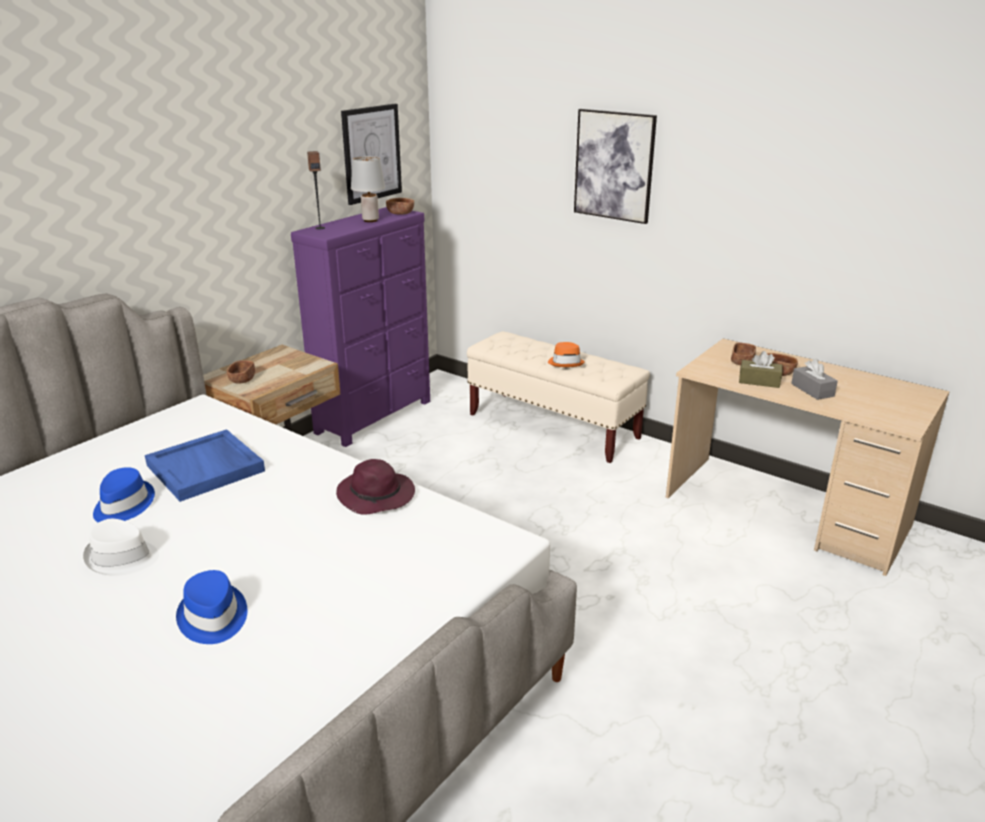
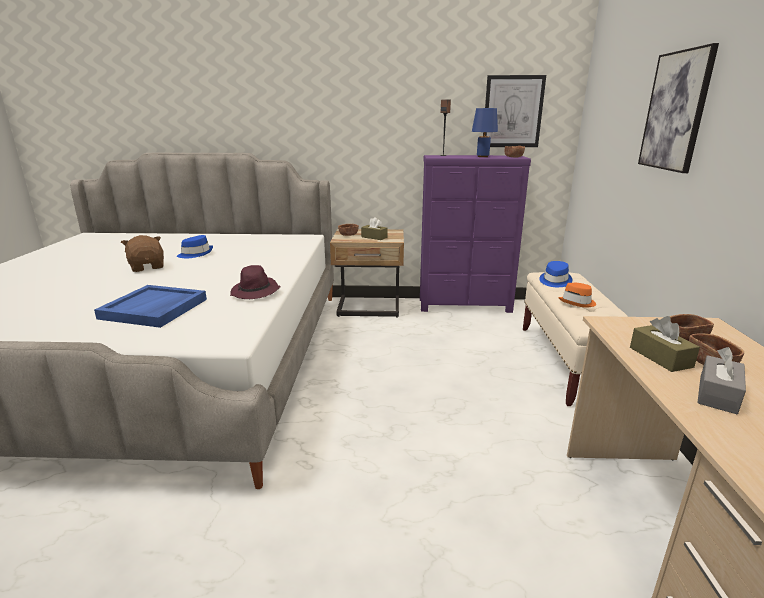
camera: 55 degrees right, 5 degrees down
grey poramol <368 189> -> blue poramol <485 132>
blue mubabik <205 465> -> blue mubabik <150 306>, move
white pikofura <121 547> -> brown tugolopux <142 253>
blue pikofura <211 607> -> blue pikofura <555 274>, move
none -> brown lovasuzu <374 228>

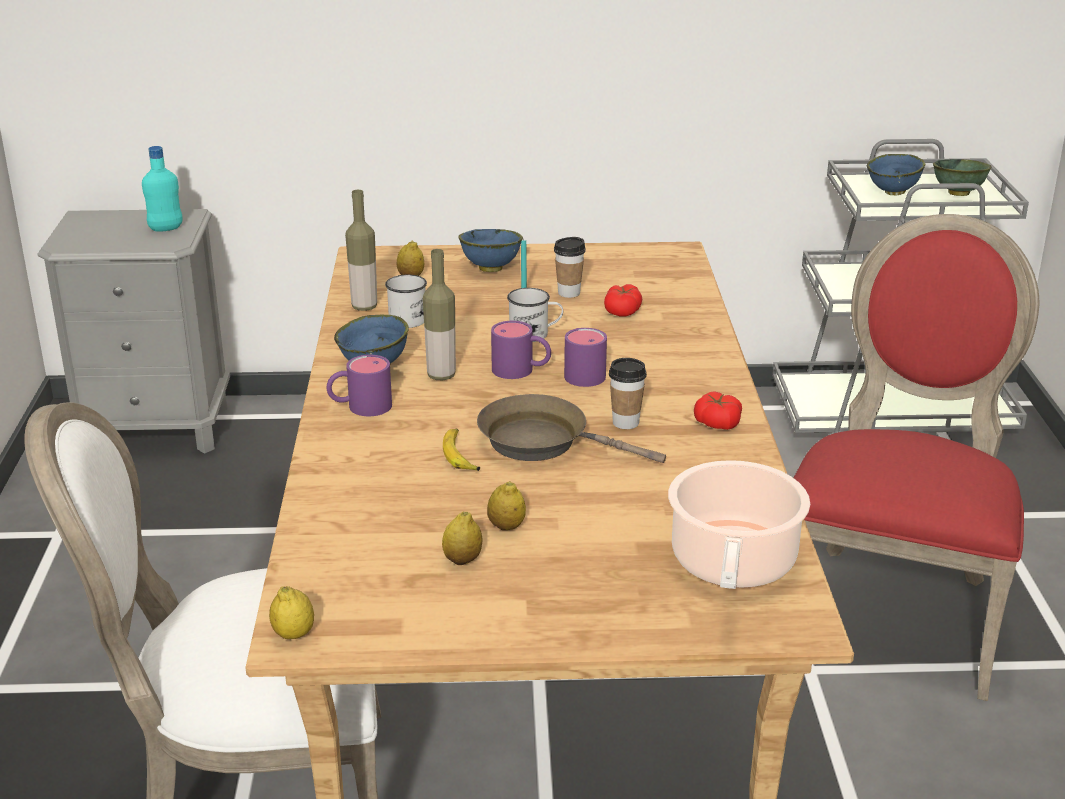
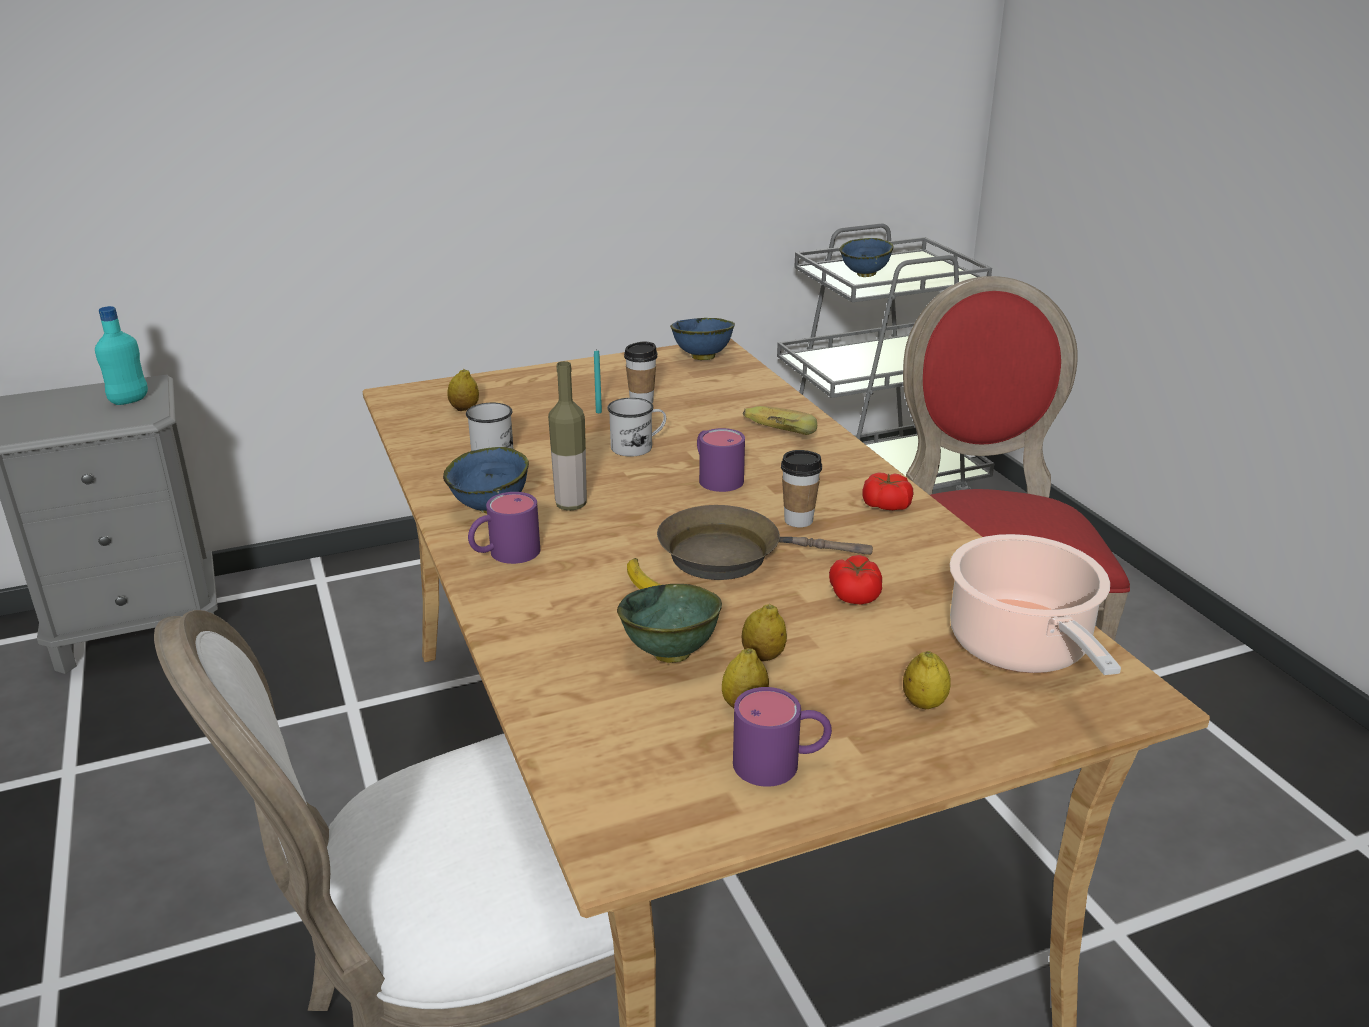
camera: 20 degrees left, 0 degrees up
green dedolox <962 177> -> green dedolox <669 623>, move
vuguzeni <361 250> -> none
blue dedolox <490 250> -> blue dedolox <702 339>, move
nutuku <623 300> -> nutuku <855 580>, move
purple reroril <521 350> -> purple reroril <782 737>, move
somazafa <291 612> -> somazafa <927 680>, move
none -> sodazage <780 420>

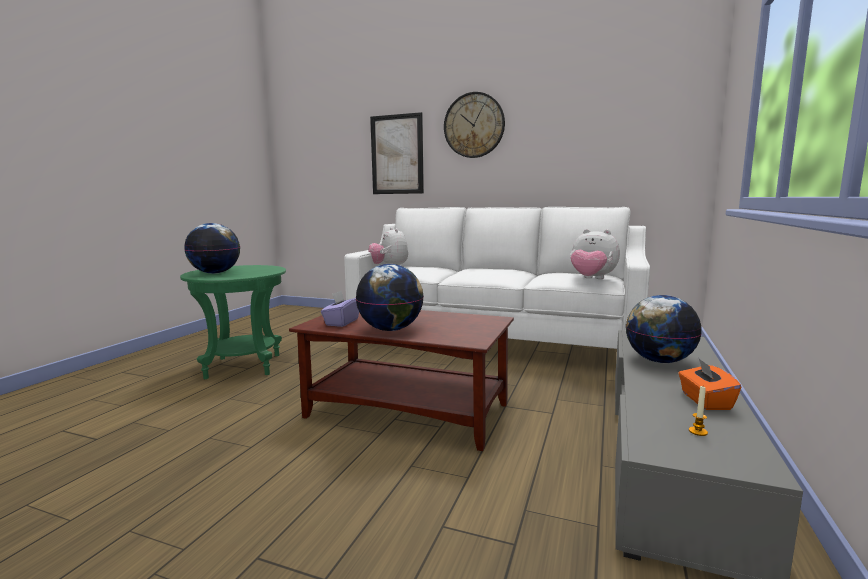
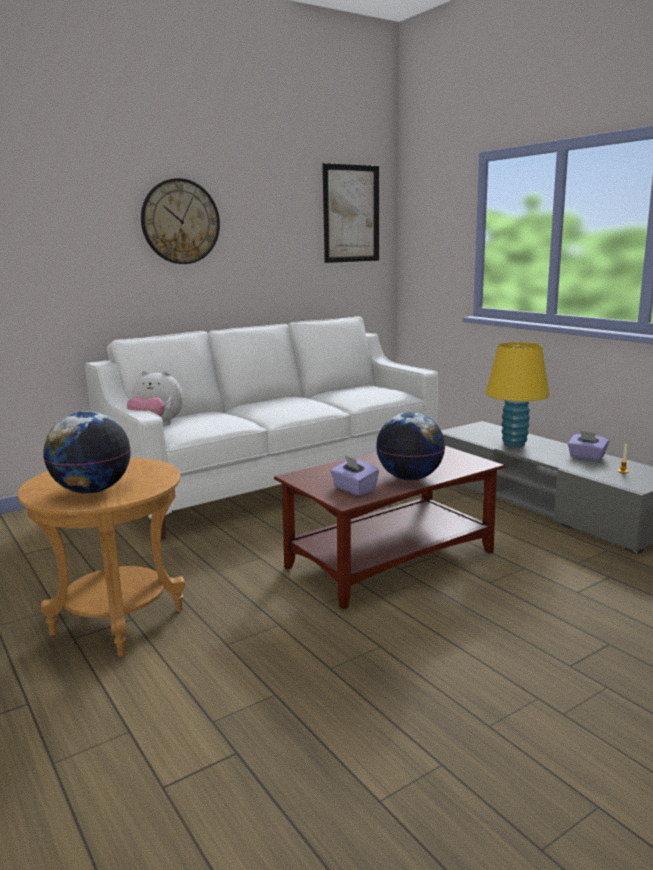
camera: 55 degrees left, 5 degrees up
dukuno <397 153> -> dukuno <350 213>, move
tugolopux <595 254> -> none
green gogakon <233 322> -> brown gogakon <101 557>
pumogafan <664 329> -> yellow poramol <517 394>
orange lovasuzu <710 384> -> purple lovasuzu <588 446>

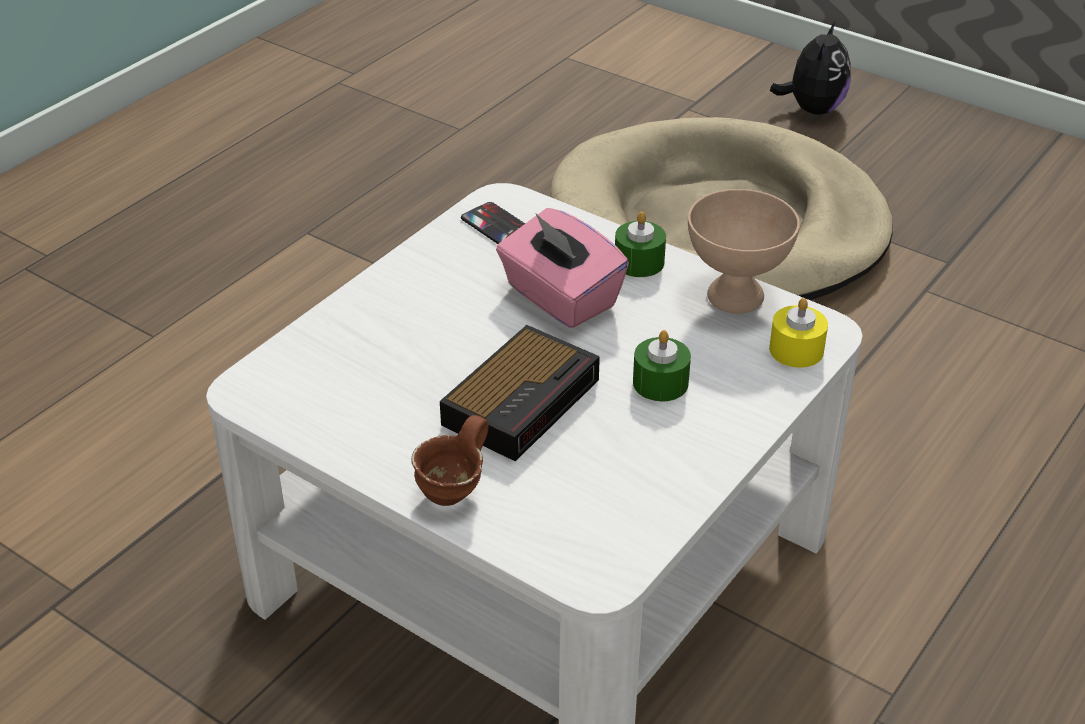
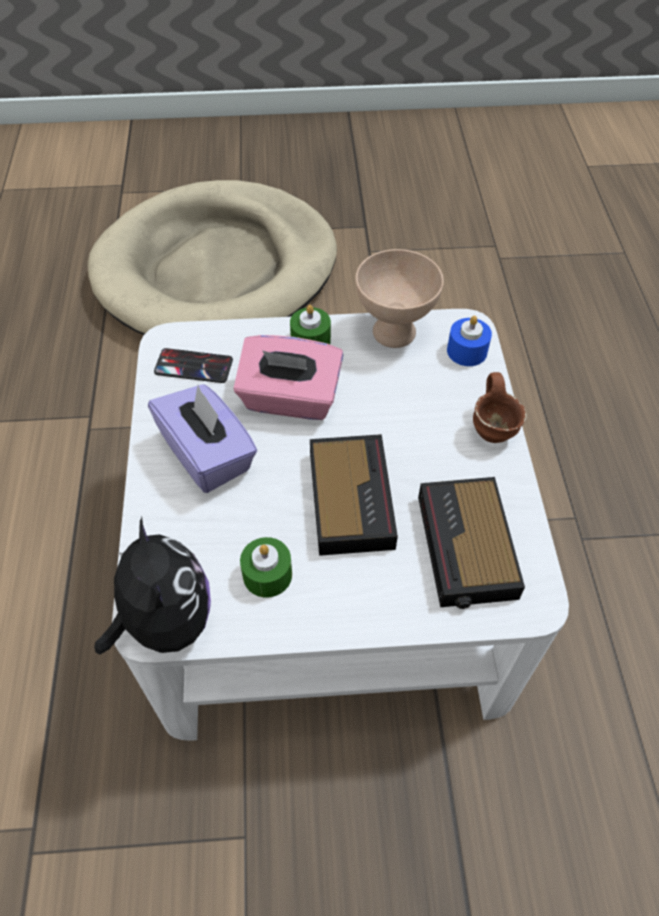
camera: 40 degrees left, 15 degrees up
tugolopux <810 68> -> tugolopux <152 585>, move
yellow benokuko <798 333> -> blue benokuko <469 341>
green benokuko <662 365> -> green benokuko <266 567>, move
brown reroril <450 460> -> brown reroril <500 407>, move
none -> purple lovasuzu <202 438>
none -> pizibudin <471 543>

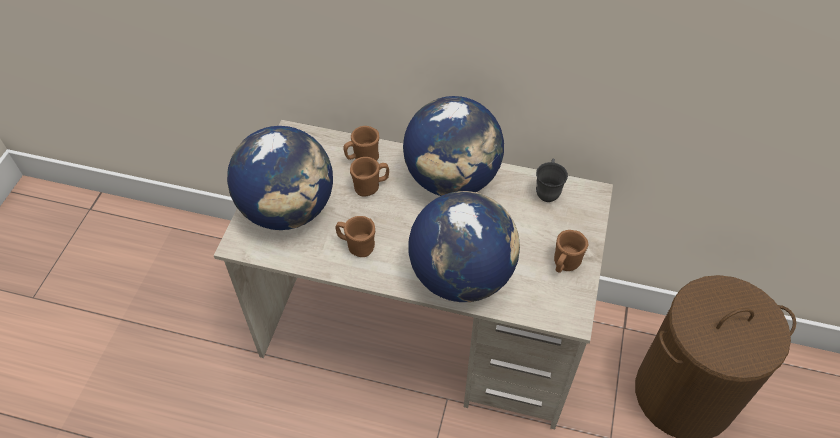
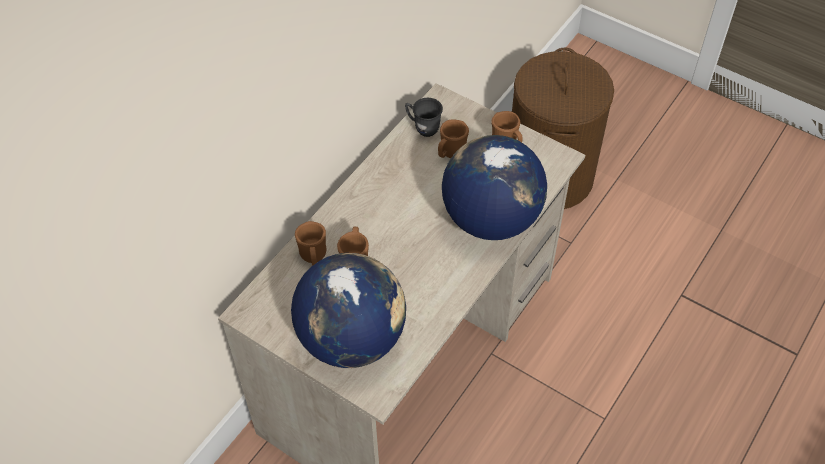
camera: 70 degrees left, 0 degrees up
pumogafan <453 146> -> none
brown reroril <355 236> -> brown reroril <453 138>, move

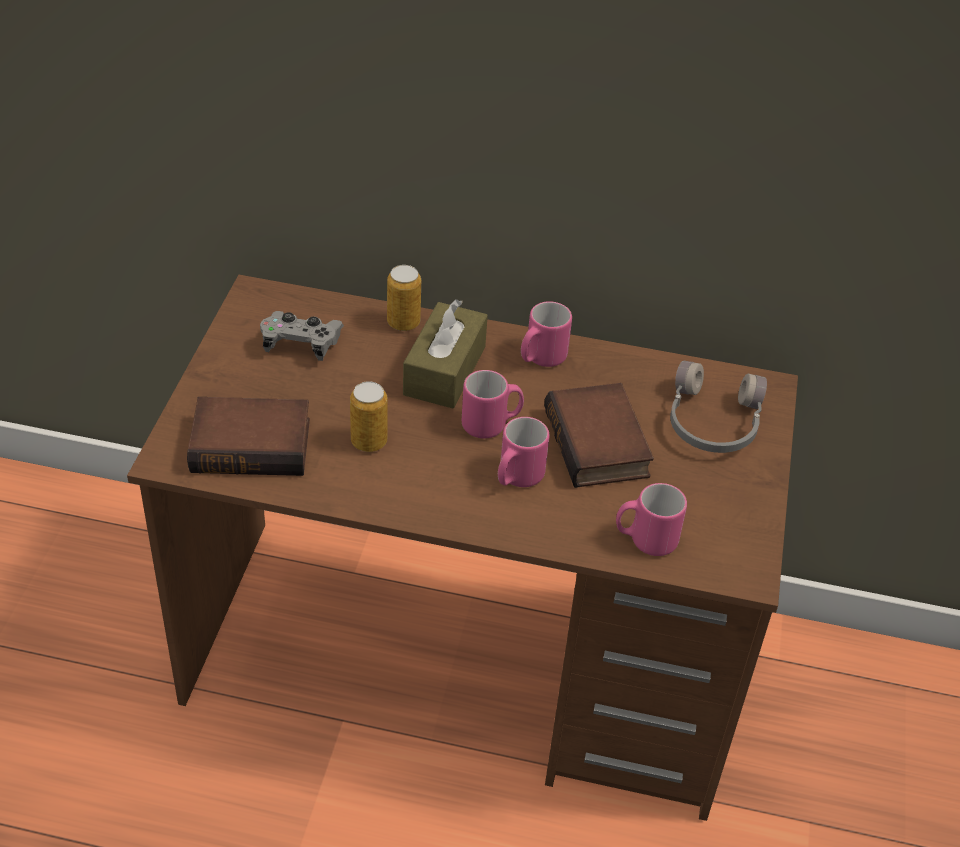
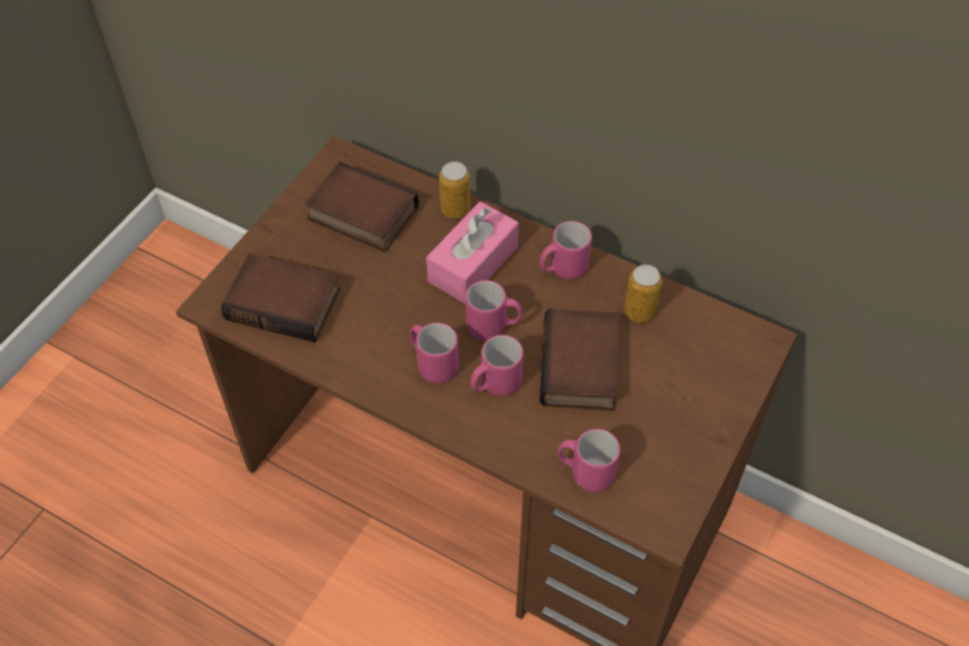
camera: 20 degrees right, 10 degrees up
brown lovasuzu <445 354> -> pink lovasuzu <472 252>
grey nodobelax <302 336> -> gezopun <362 206>
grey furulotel <718 407> -> none
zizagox <369 416> -> zizagox <643 293>, move
none -> pink reroril <434 353>

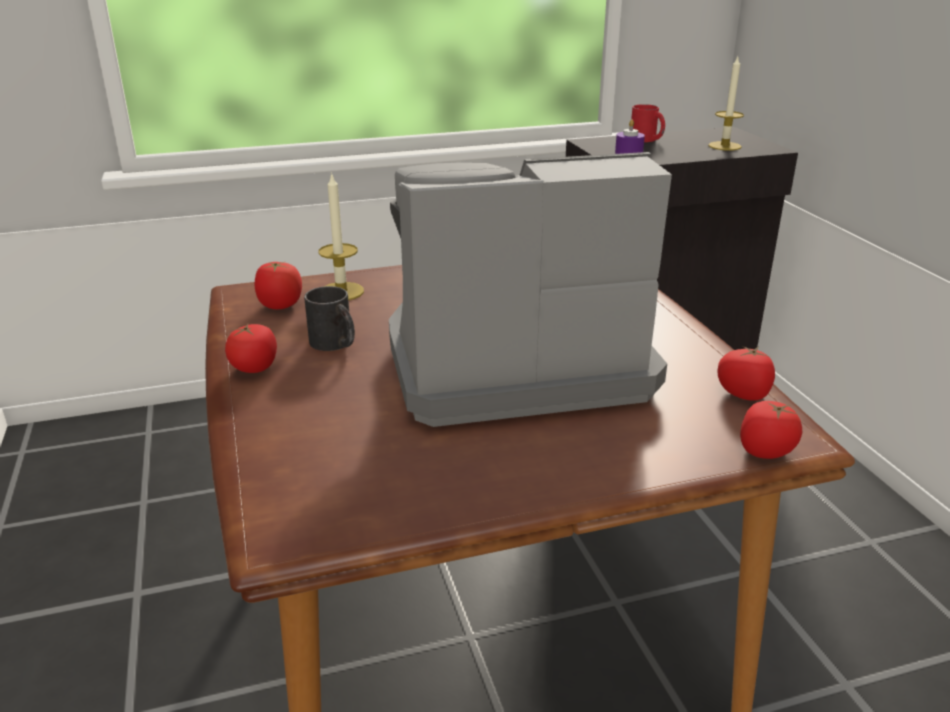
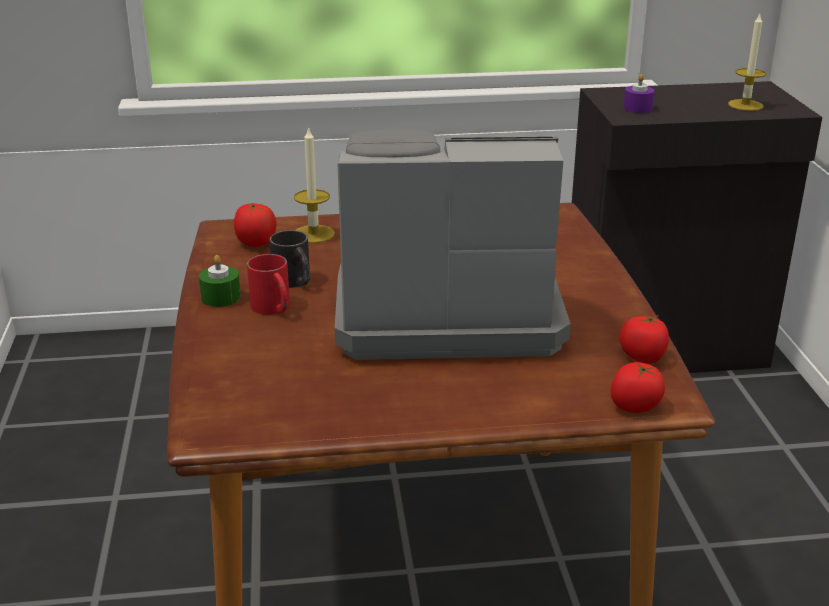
camera: 10 degrees right, 0 degrees up
red reroril <648 123> -> red reroril <268 284>, move
nutuku <251 348> -> green benokuko <220 281>

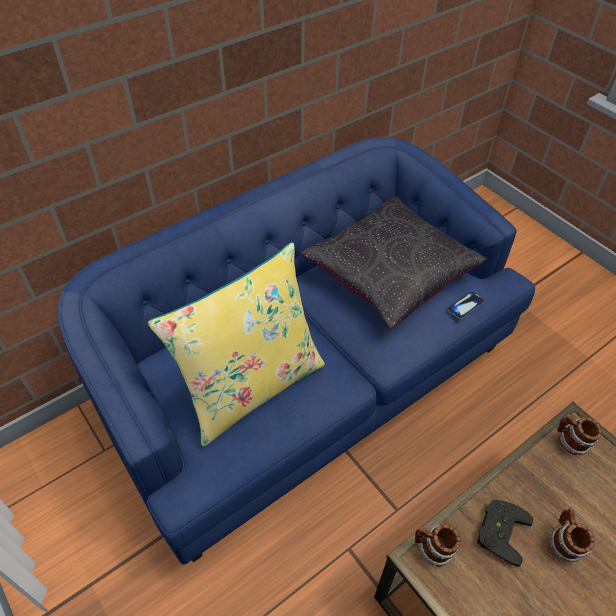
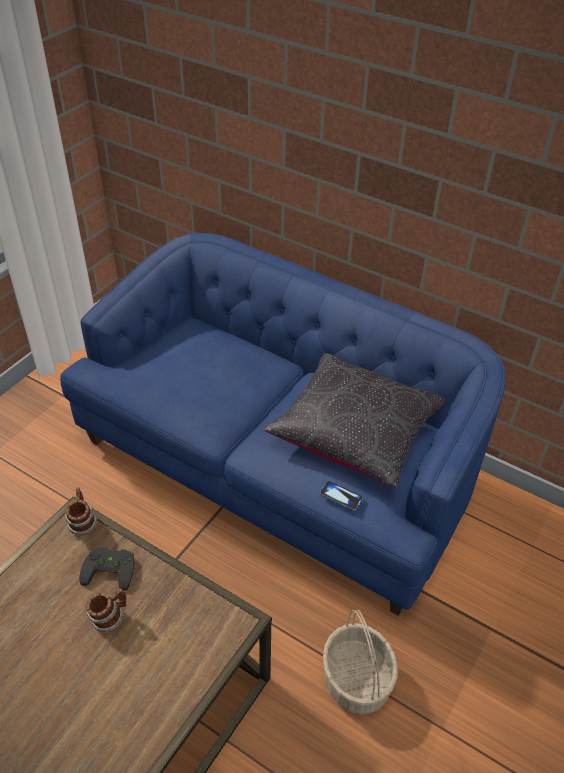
camera: 70 degrees right, 5 degrees down
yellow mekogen <236 344> -> none
reroril <579 434> -> none
none -> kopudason <360 662>

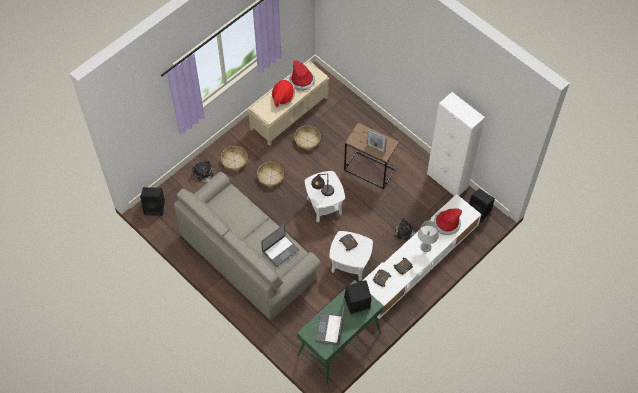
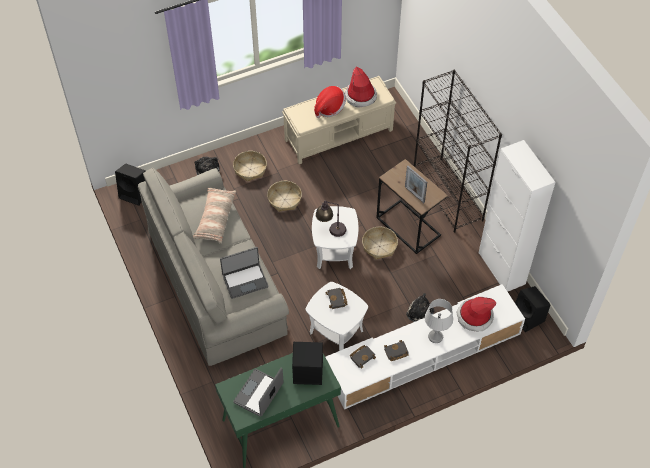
camera: 20 degrees right, 5 degrees down
kopudason <307 138> -> kopudason <380 243>, move
none -> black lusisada <457 151>
none -> mekogen <214 216>

